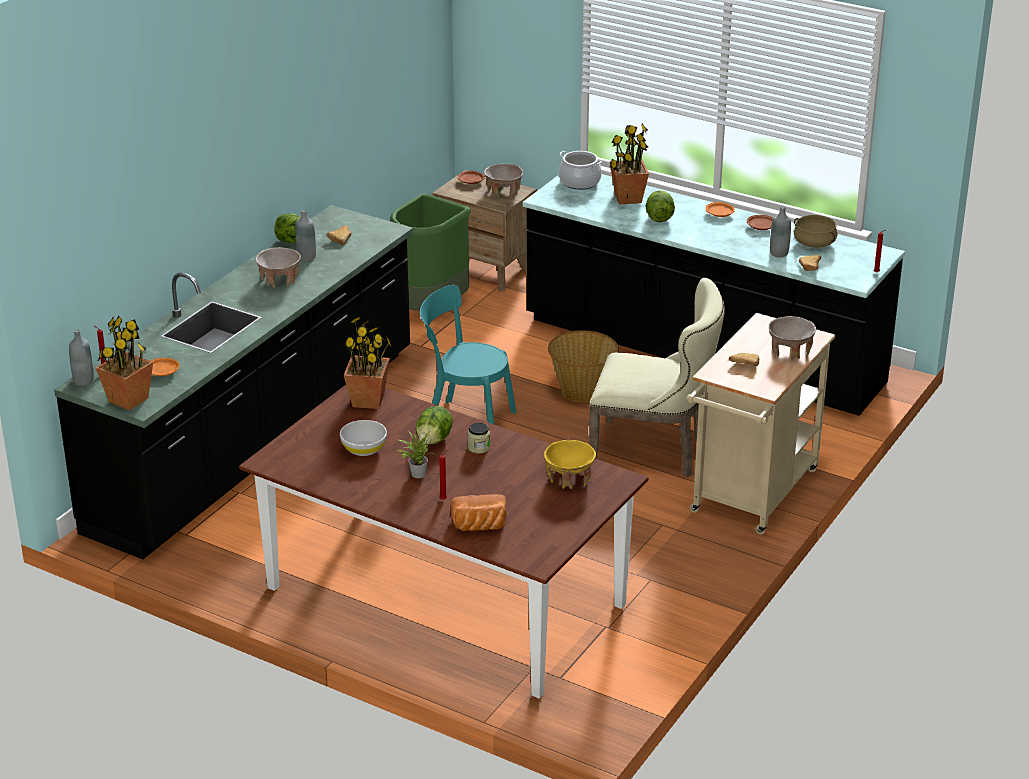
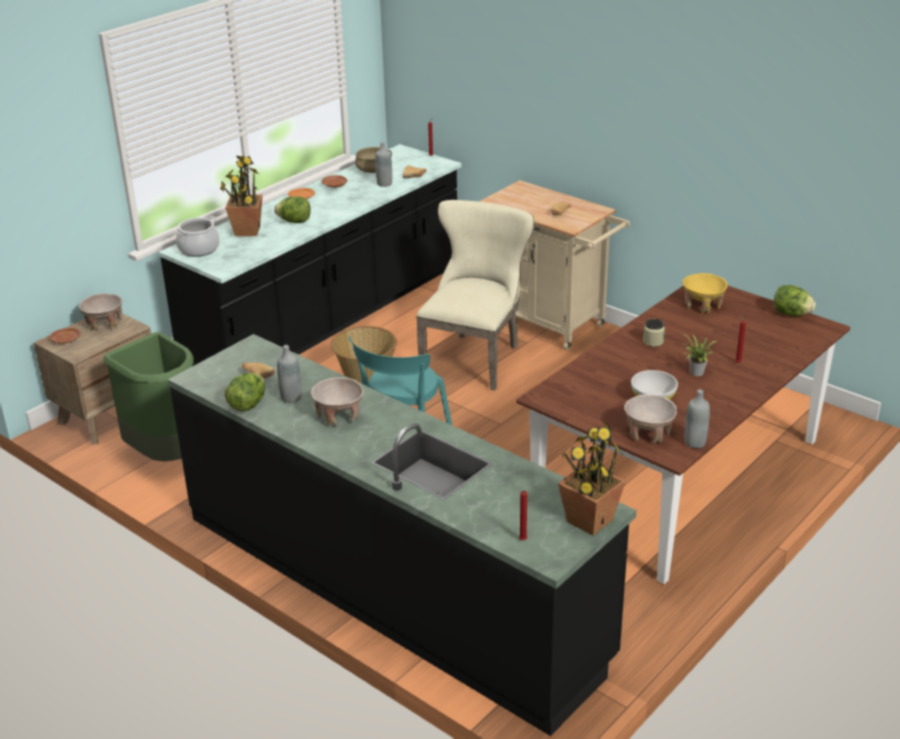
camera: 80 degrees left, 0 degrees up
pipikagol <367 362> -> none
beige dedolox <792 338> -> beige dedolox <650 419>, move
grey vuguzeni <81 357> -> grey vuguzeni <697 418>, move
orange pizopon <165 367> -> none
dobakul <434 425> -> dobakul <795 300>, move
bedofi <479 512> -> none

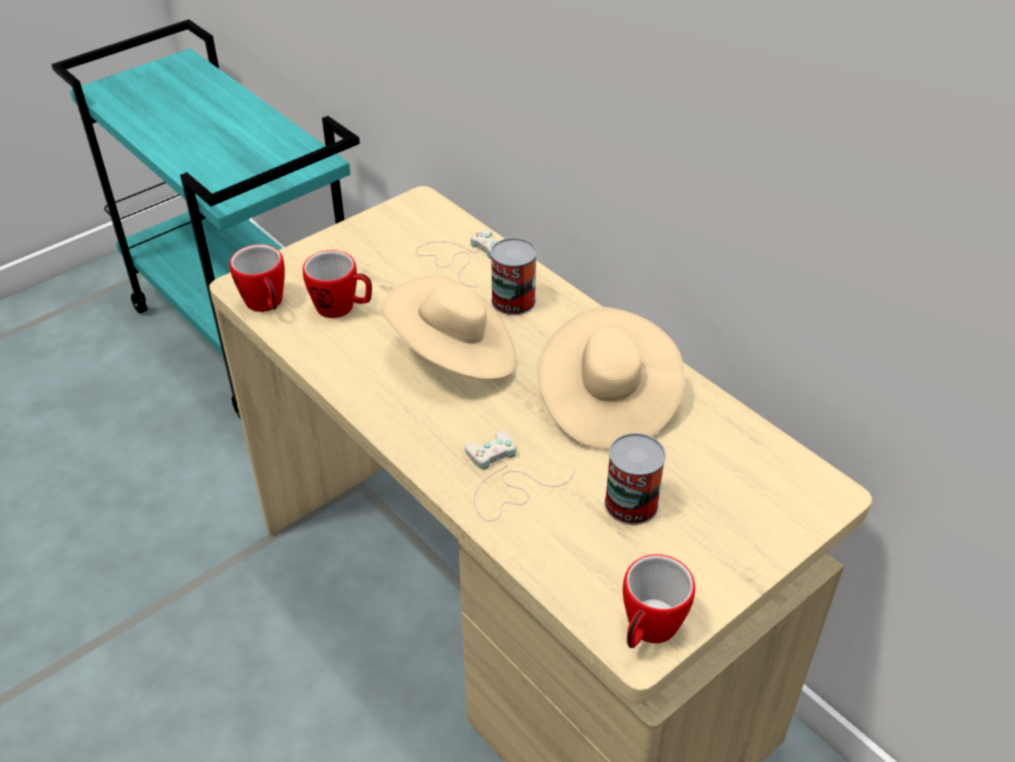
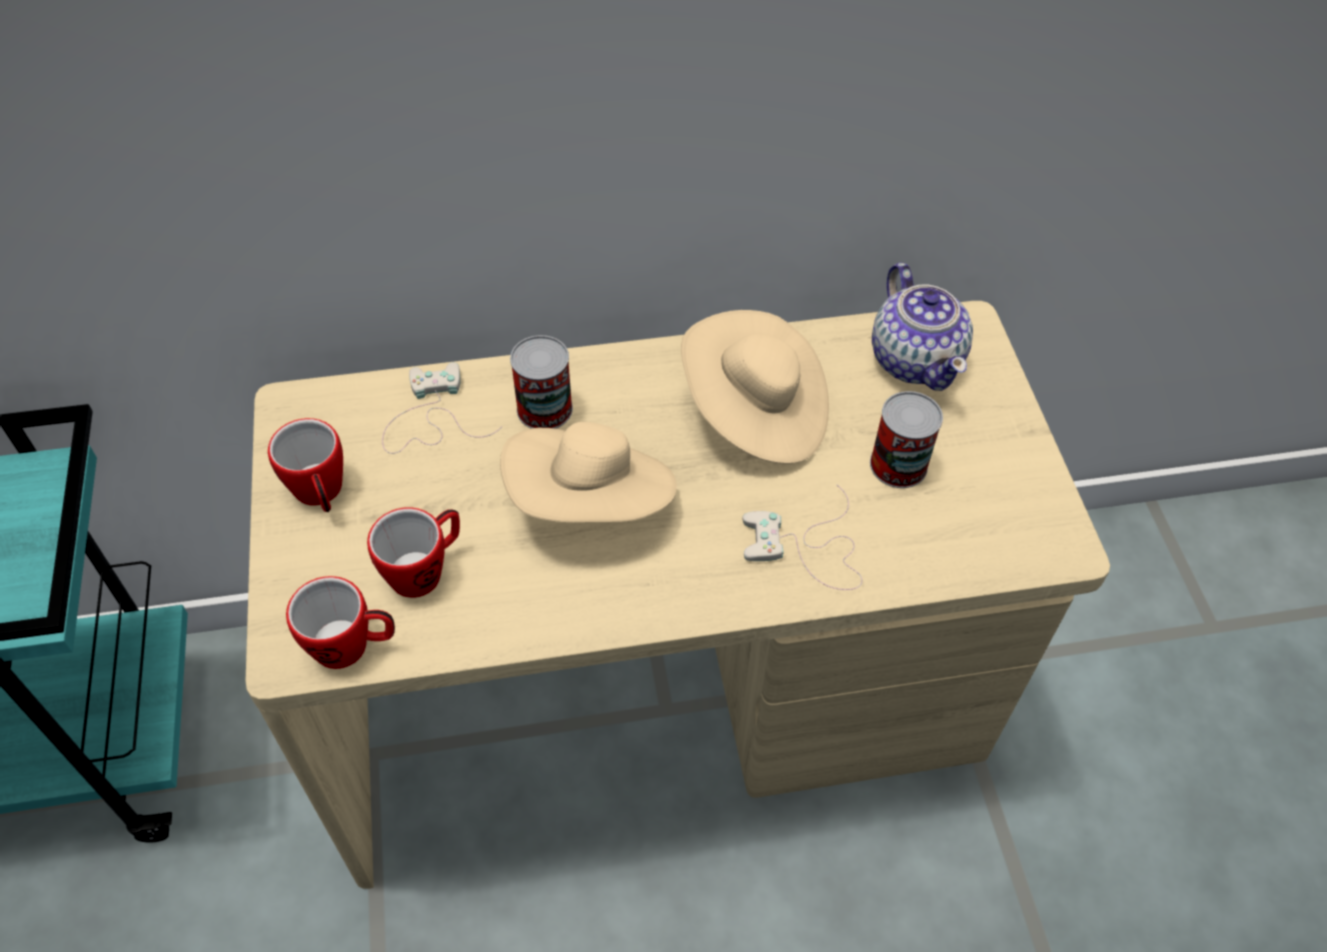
camera: 60 degrees left, 10 degrees up
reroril <659 601> -> reroril <305 465>, move
none -> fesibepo <922 327>

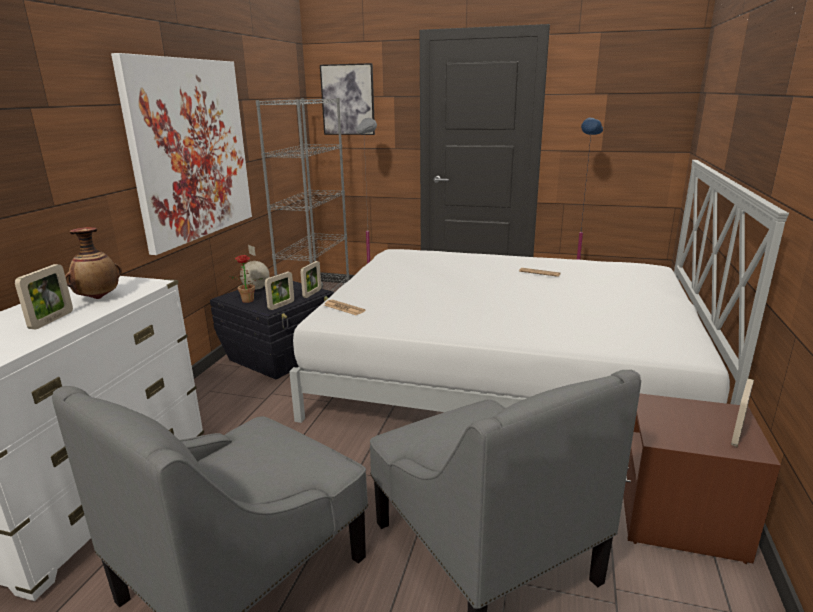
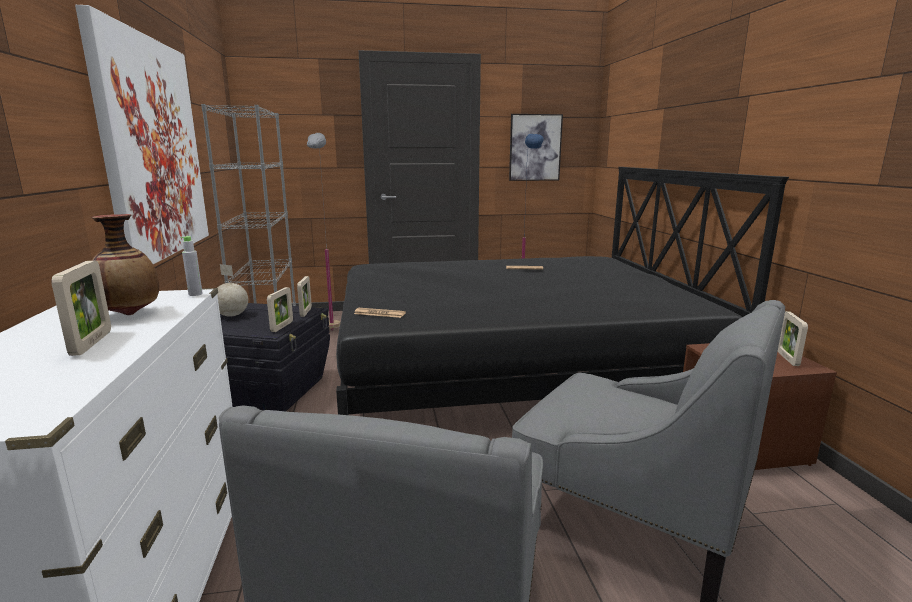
camera: 25 degrees left, 5 degrees down
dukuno <347 99> -> dukuno <536 147>, move
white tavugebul <539 291> -> black tavugebul <562 291>
pipikagol <246 279> -> none
none -> grey vuguzeni <192 266>

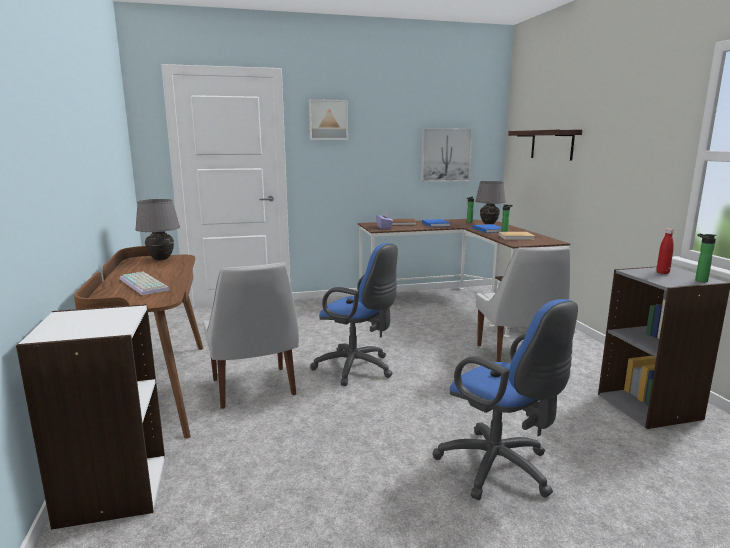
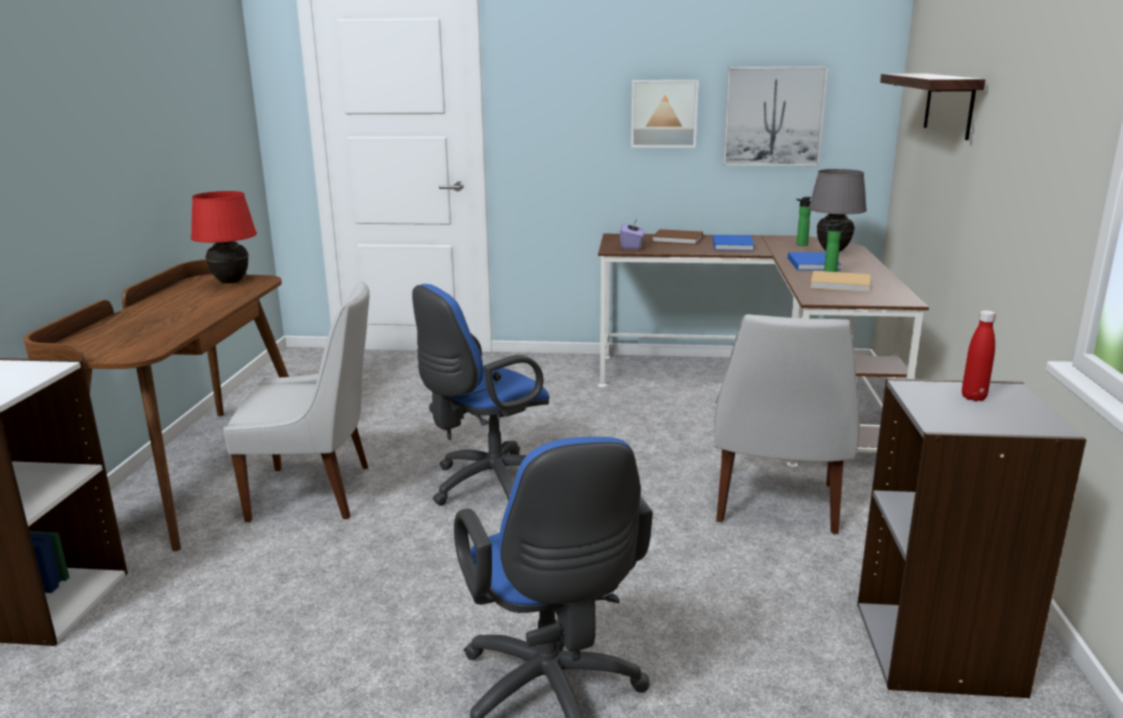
camera: 20 degrees right, 5 degrees up
dukuno <328 119> -> dukuno <665 114>, move
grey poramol <157 229> -> red poramol <224 237>
vuguzeni <706 257> -> none
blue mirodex <354 314> -> blue mirodex <481 395>, 90 degrees clockwise
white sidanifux <251 335> -> white sidanifux <296 401>, 90 degrees counterclockwise
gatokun <144 283> -> none

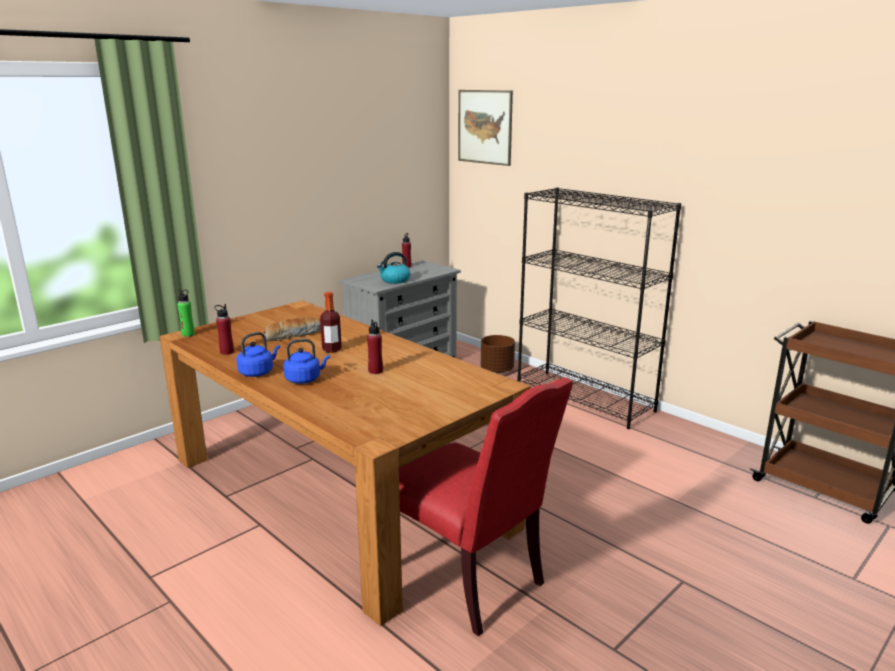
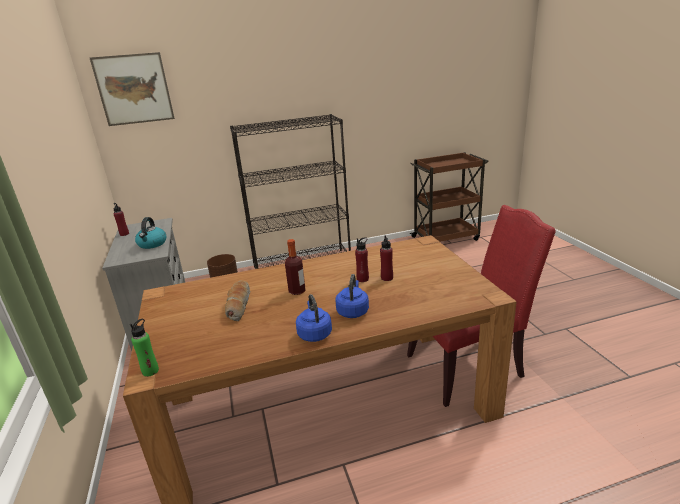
camera: 60 degrees left, 5 degrees up
red vuguzeni <224 329> -> red vuguzeni <386 258>, move

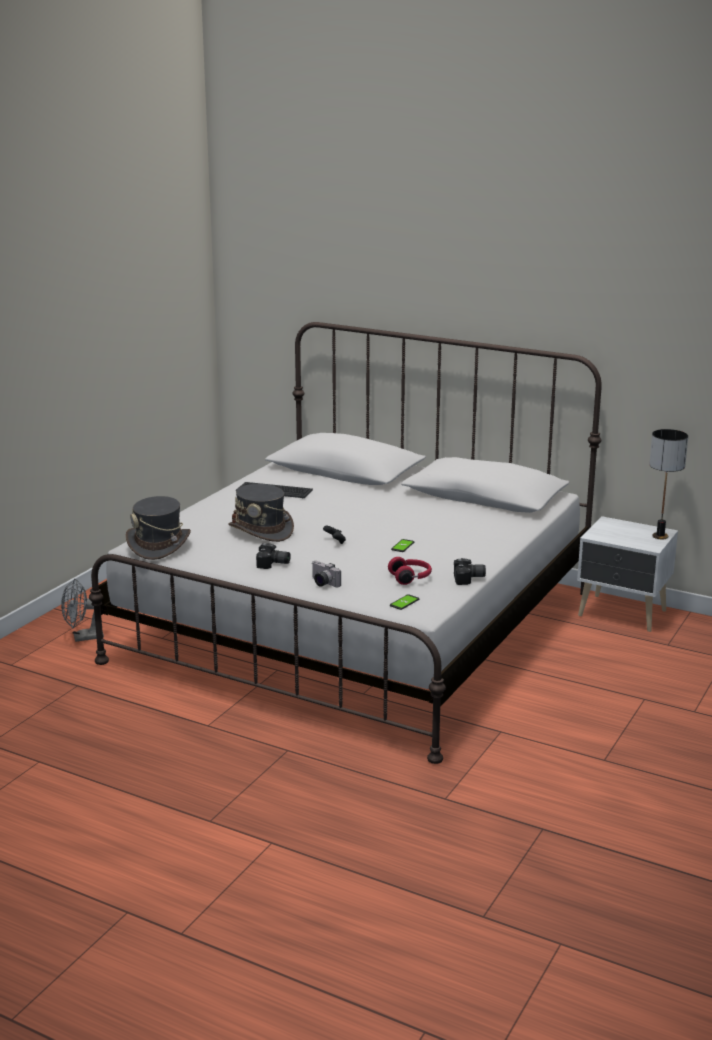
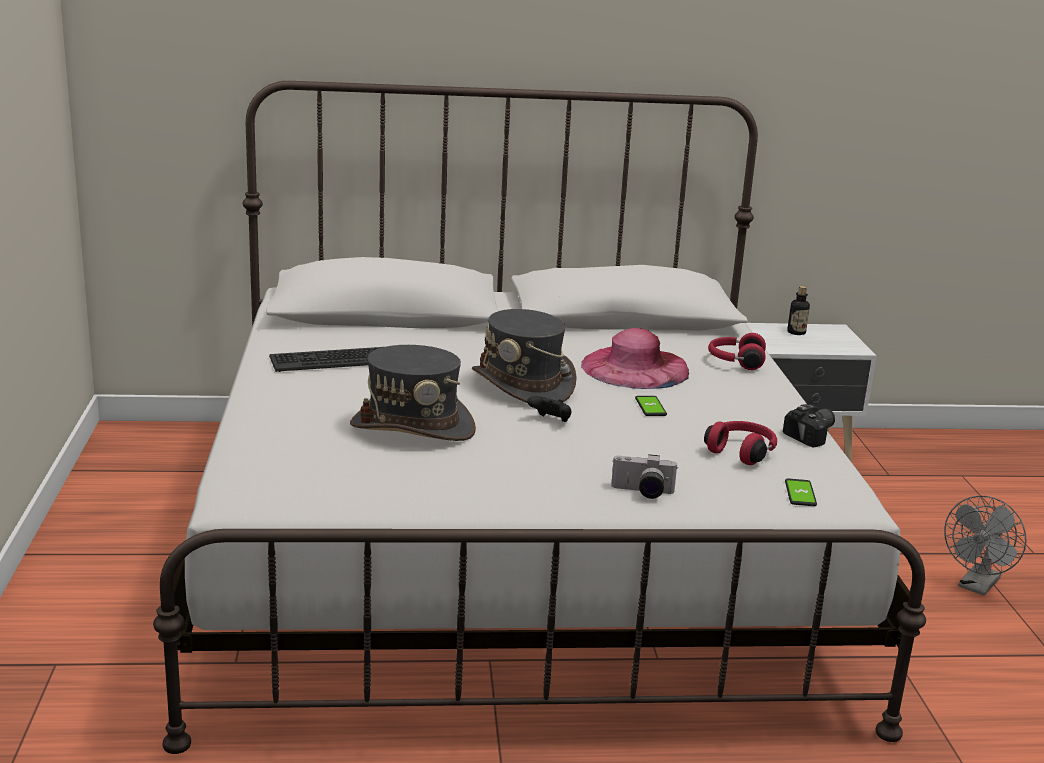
camera: 35 degrees left, 0 degrees up
poramol <668 484> -> none
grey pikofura <158 528> -> grey pikofura <524 356>, move
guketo <273 556> -> none
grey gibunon <82 610> -> grey gibunon <985 545>, move
none -> vuguzeni <798 310>
none -> pink pikofura <635 358>
none -> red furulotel <737 351>

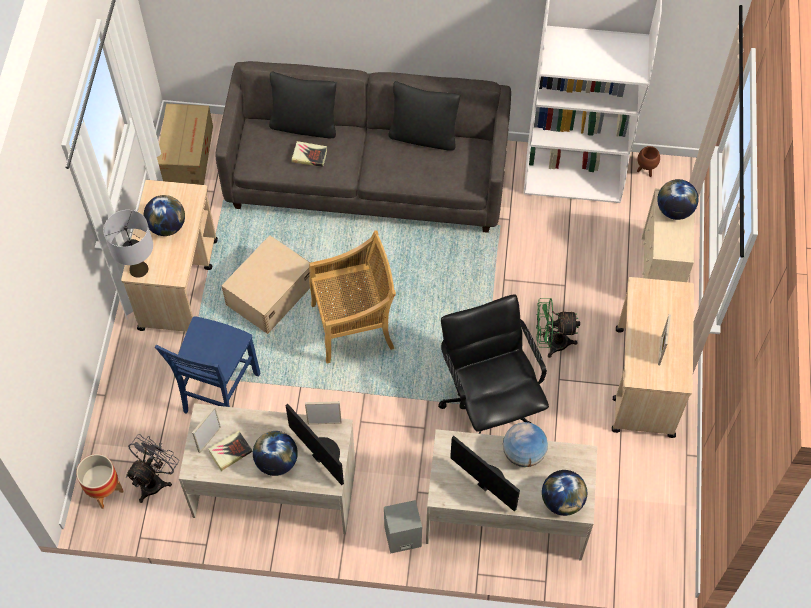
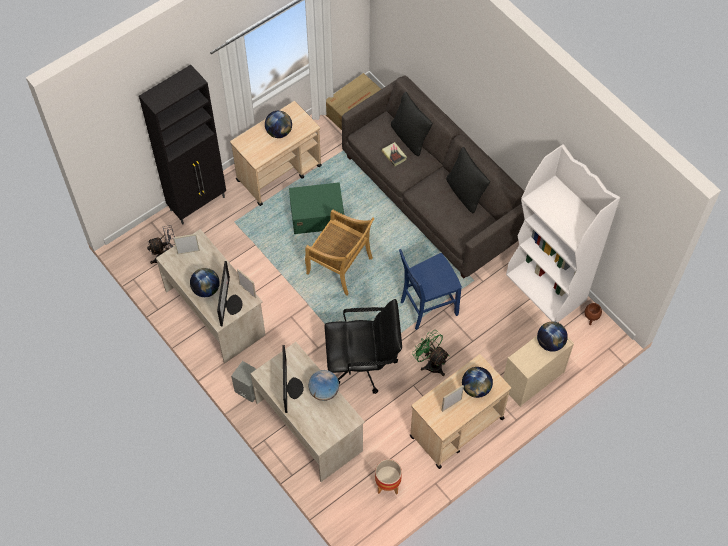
camera: 45 degrees right, 0 degrees up
grey poramol <128 244> -> none
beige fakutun <266 284> -> green fakutun <316 208>
black mirodex <493 364> -> black mirodex <363 346>, 60 degrees clockwise
blue sidanifux <207 365> -> blue sidanifux <430 289>, move
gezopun <230 451> -> none
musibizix <99 481> -> musibizix <388 476>, move
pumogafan <564 493> -> pumogafan <477 382>, move
none -> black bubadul <182 145>

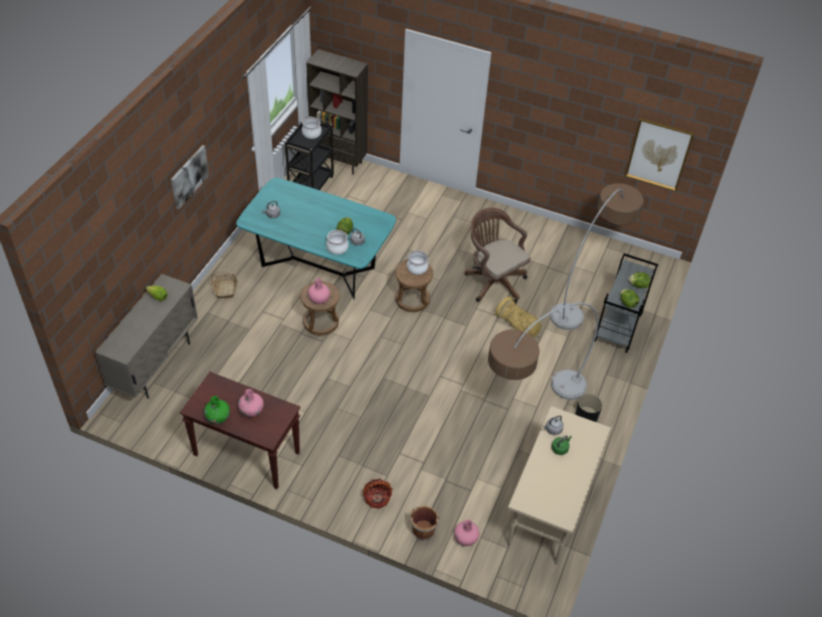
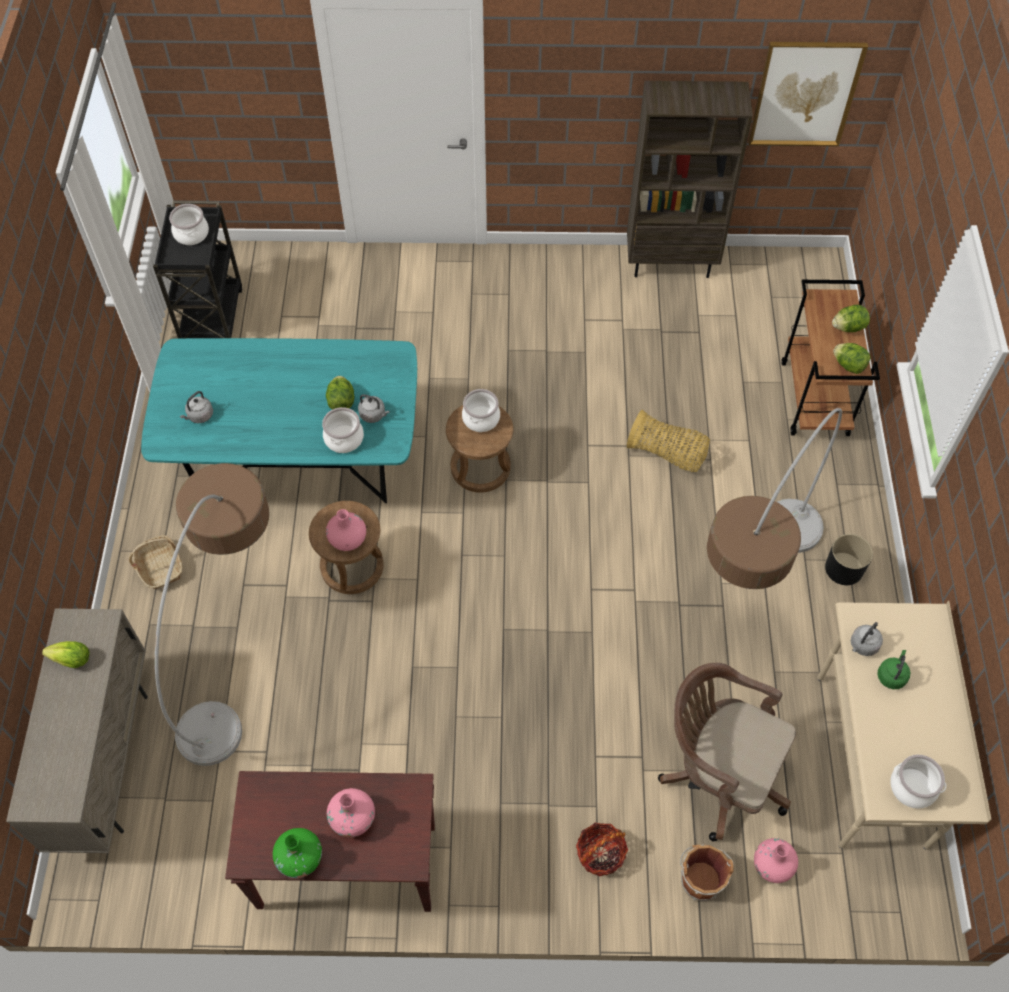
camera: 20 degrees left, 10 degrees up
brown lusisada <337 112> -> brown lusisada <690 179>, move
dukuno <190 177> -> none
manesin <597 256> -> manesin <212 614>, move
brown mirodex <497 255> -> brown mirodex <727 752>, move
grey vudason <626 303> -> brown vudason <830 358>
none -> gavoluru <918 781>

